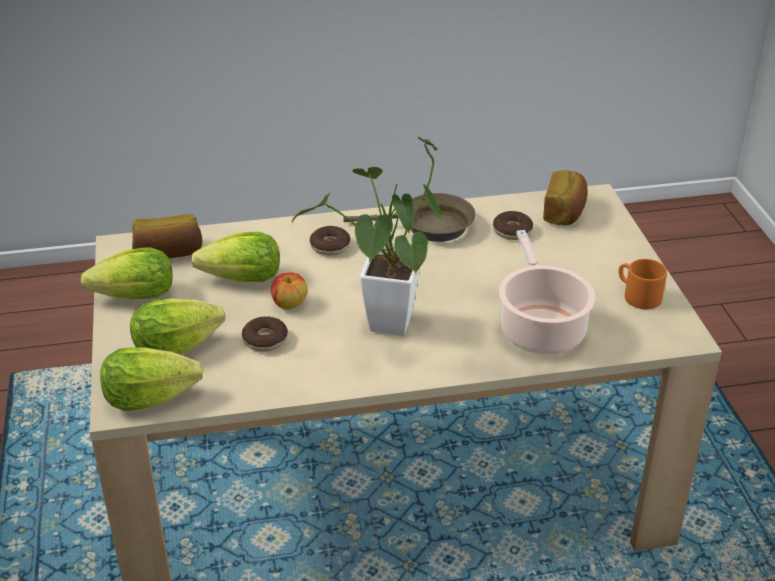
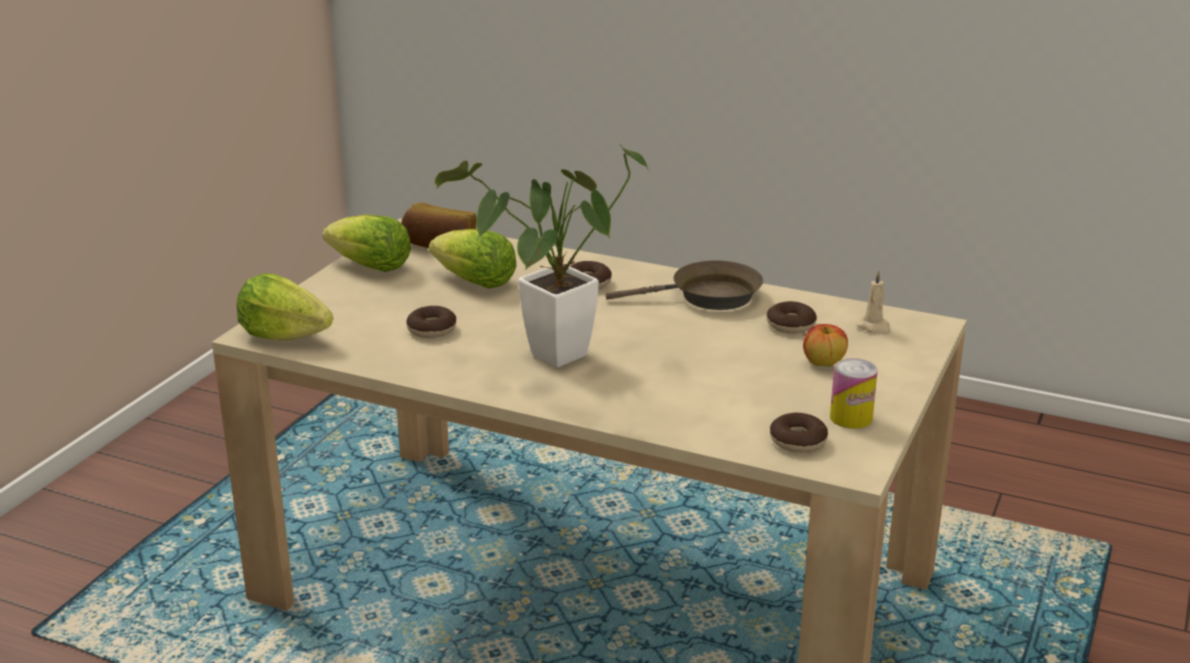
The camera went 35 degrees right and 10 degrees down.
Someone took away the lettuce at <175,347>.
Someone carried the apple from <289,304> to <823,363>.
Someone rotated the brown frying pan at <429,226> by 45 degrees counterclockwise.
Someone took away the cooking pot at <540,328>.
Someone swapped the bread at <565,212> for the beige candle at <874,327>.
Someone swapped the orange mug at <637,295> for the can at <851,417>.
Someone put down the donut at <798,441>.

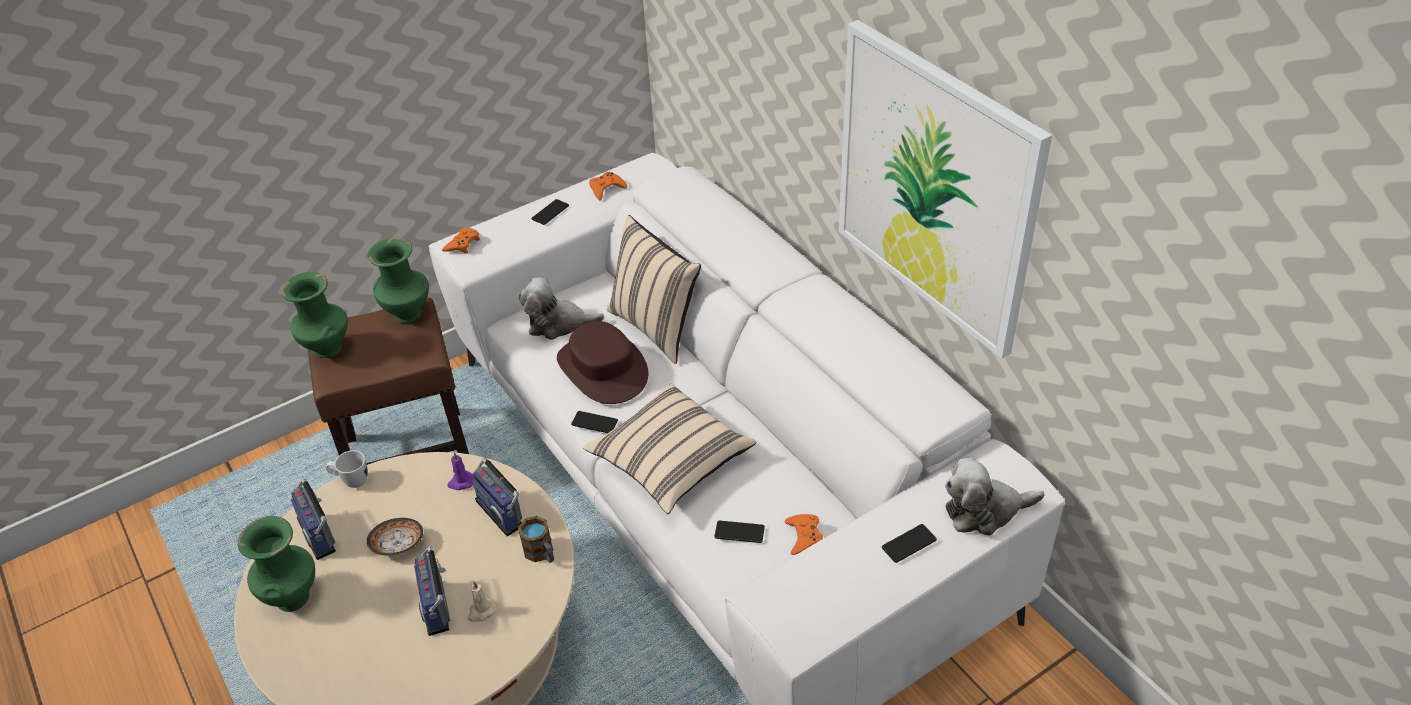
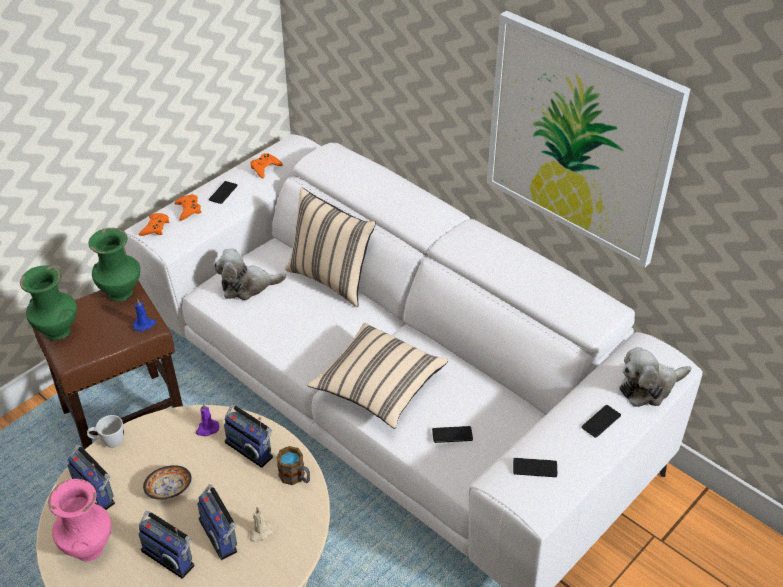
The camera went 15 degrees left and 0 degrees up.
Someone repainted the green vase at <292,596>, which became the pink vase at <88,548>.
Someone took away the brown hat at <603,368>.
Someone carried the phone from <594,423> to <535,468>.
Someone carried the orange game controller from <804,536> to <188,210>.
Someone put down the blue candle at <144,324>.
Someone put down the radio at <170,556>.

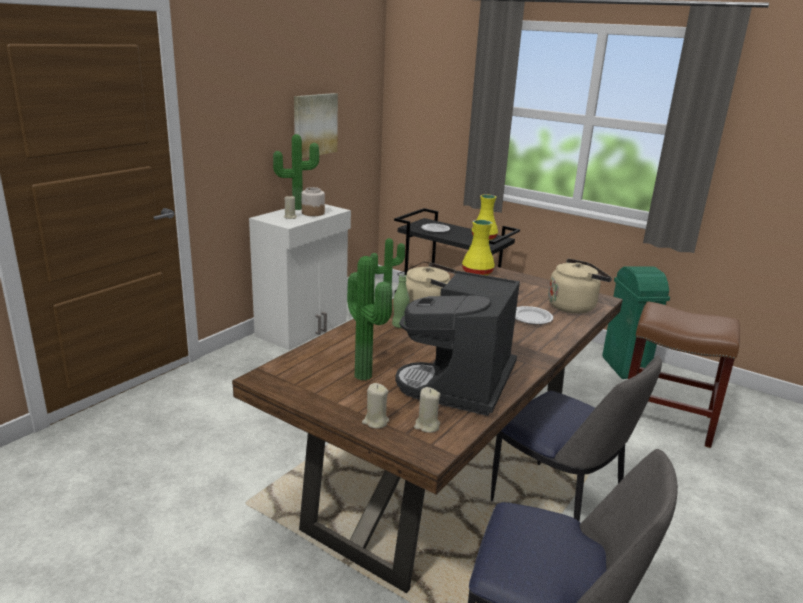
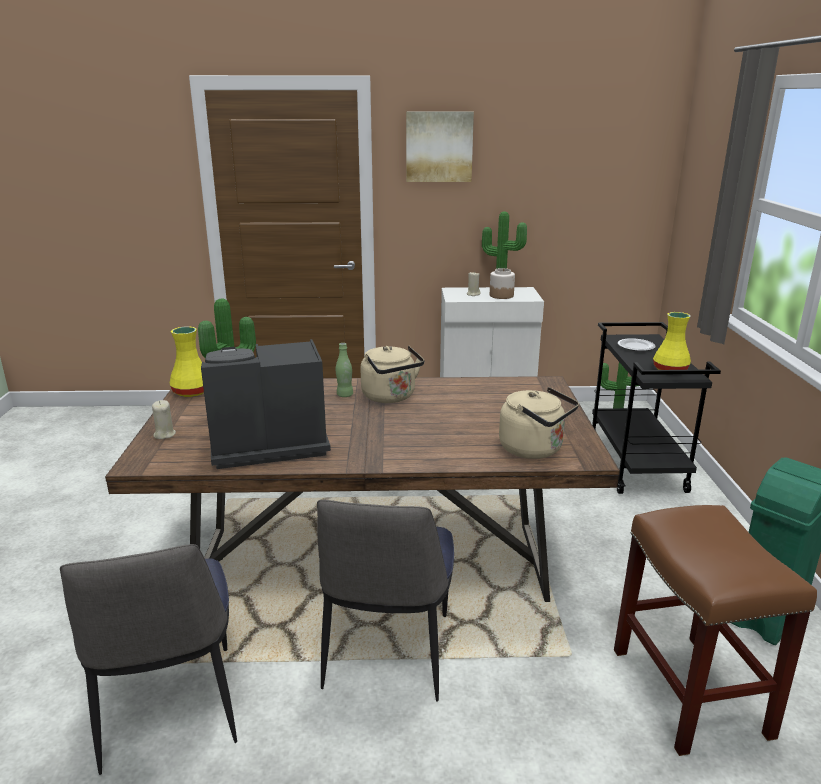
The camera went 55 degrees right and 0 degrees up.
Someone carried the picture from <314,125> to <439,147>.
Someone took away the beige candle at <427,426>.
Someone carried the yellow vase from <478,273> to <192,392>.
Someone took away the plate at <531,318>.

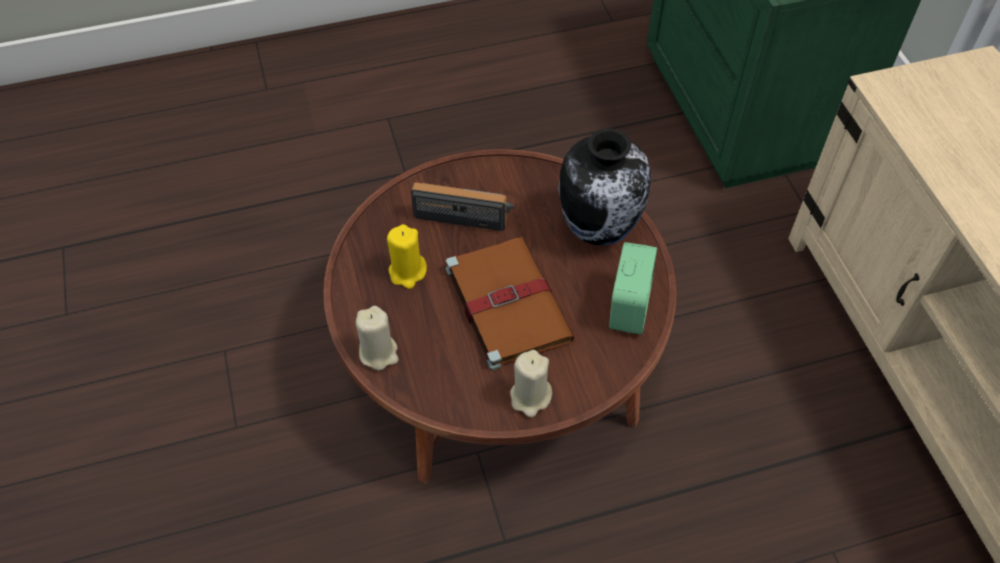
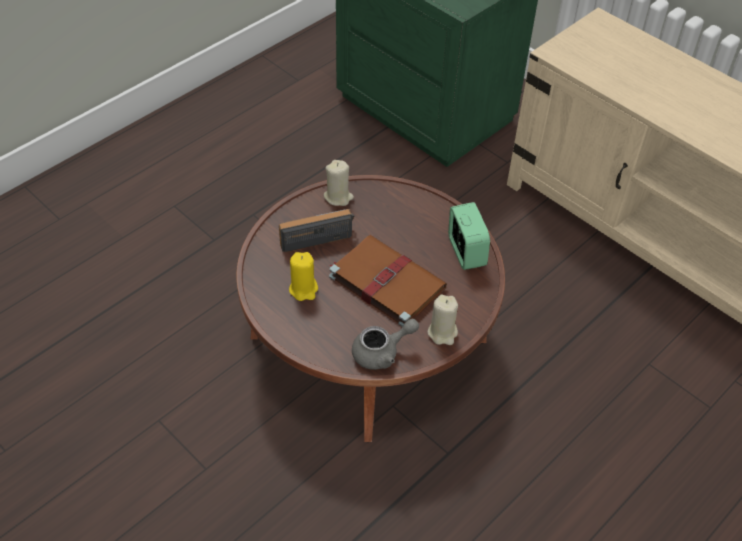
The camera went 30 degrees left and 5 degrees down.
Someone carried the beige candle from <379,352> to <338,197>.
Someone took away the vase at <599,231>.
Someone put down the grey teapot at <382,352>.

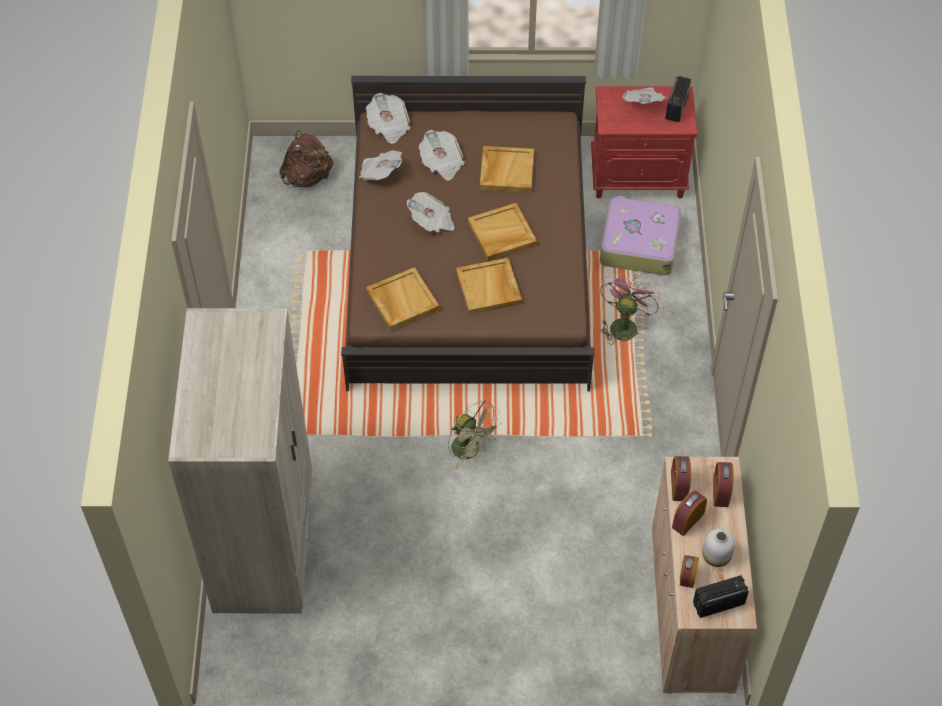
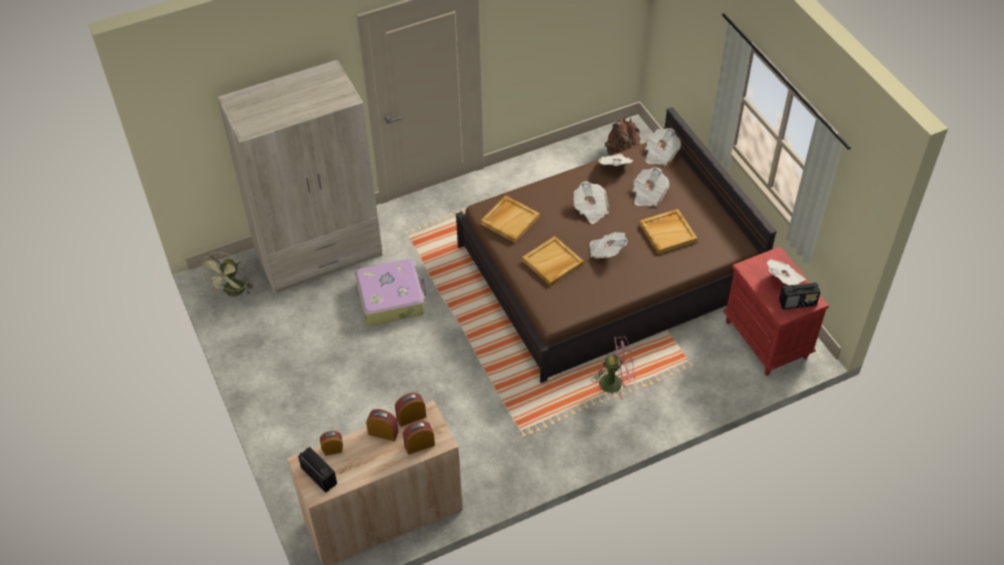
The camera went 65 degrees right and 5 degrees down.
Someone carried the green fan from <471,450> to <233,292>.
Someone swapped the beige tray at <501,234> for the newspaper at <606,251>.
Someone carried the suitcase from <639,243> to <391,298>.
Someone took away the white vase at <715,556>.

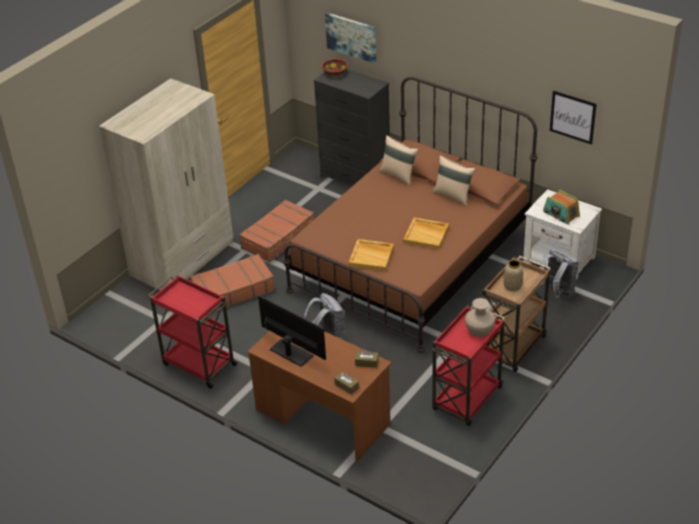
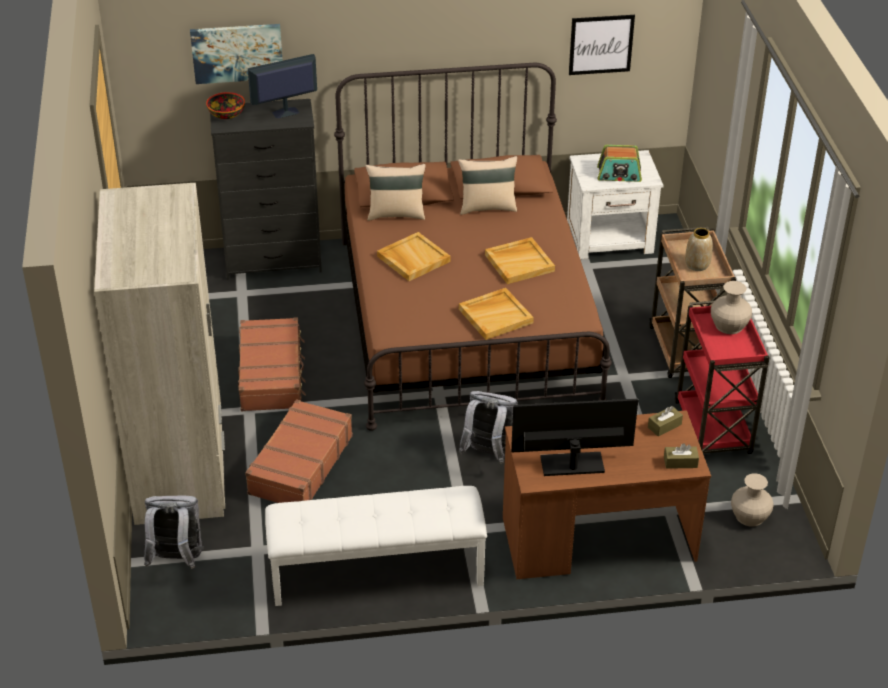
The camera went 45 degrees left and 0 degrees up.
Someone swapped the red cart at <198,364> for the white bench at <376,573>.
Someone carried the grey backpack from <556,294> to <176,559>.
Someone put down the monitor at <285,112>.
Someone put down the beige tray at <412,259>.
Someone put down the beige vase at <749,516>.

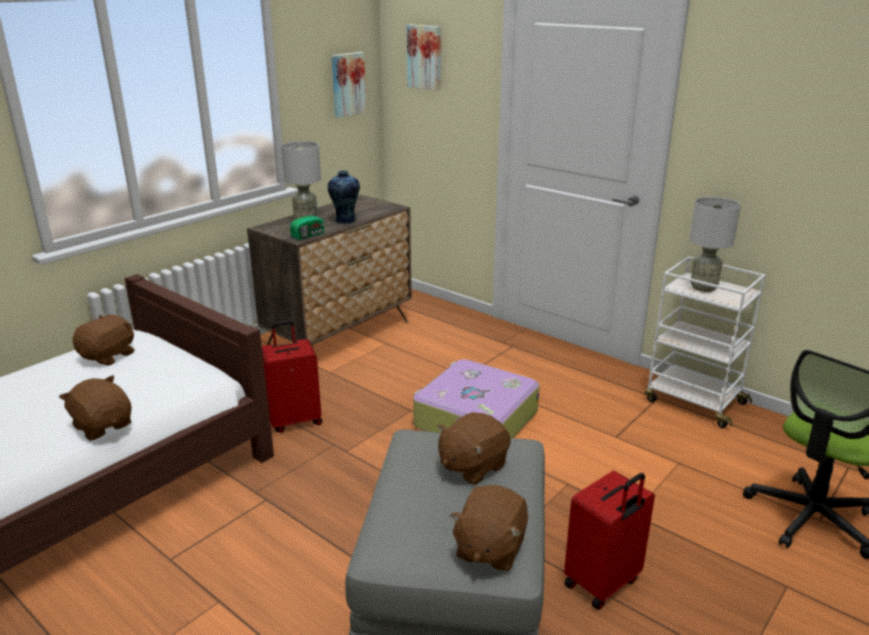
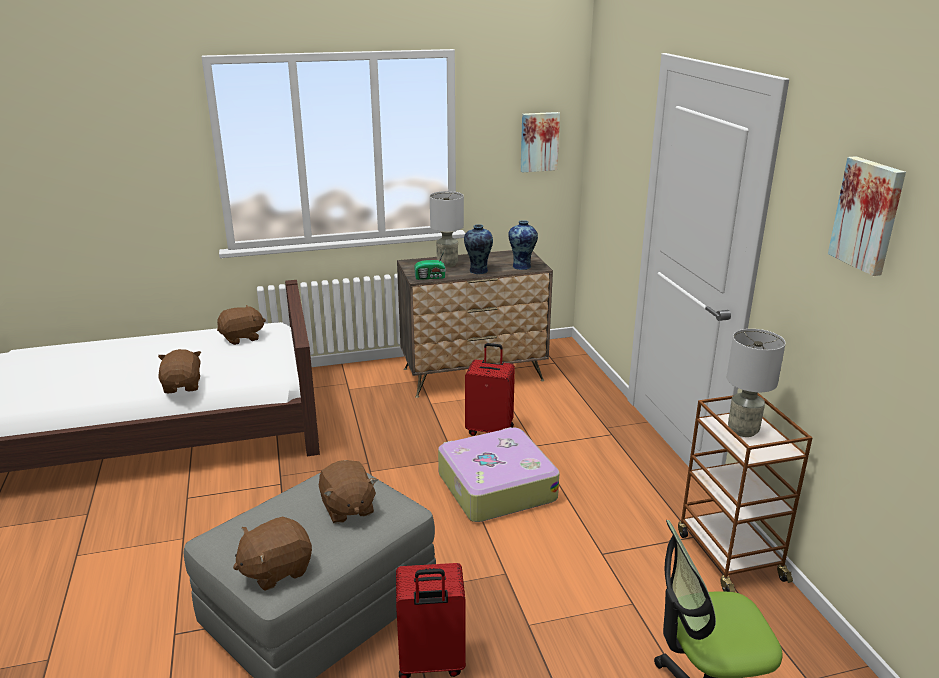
The camera went 35 degrees right and 0 degrees up.
Someone carried the red suitcase from <294,420> to <490,430>.
Someone carried the picture from <425,57> to <868,215>.
Someone rotated the brown plush toy at <472,466> by 105 degrees counterclockwise.
Someone repainted the white cart at <693,401>, which became the brown cart at <729,555>.
Someone put down the vase at <522,266>.

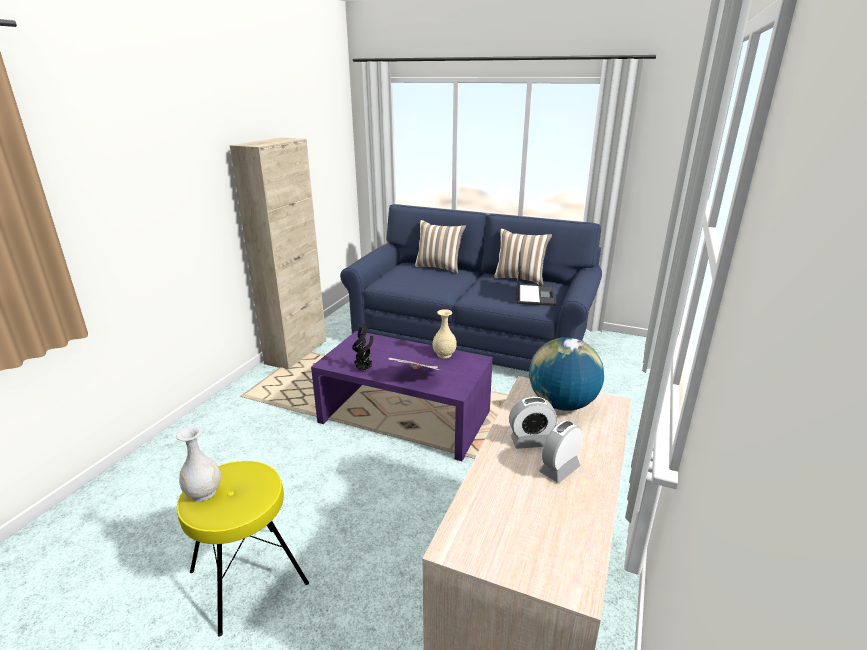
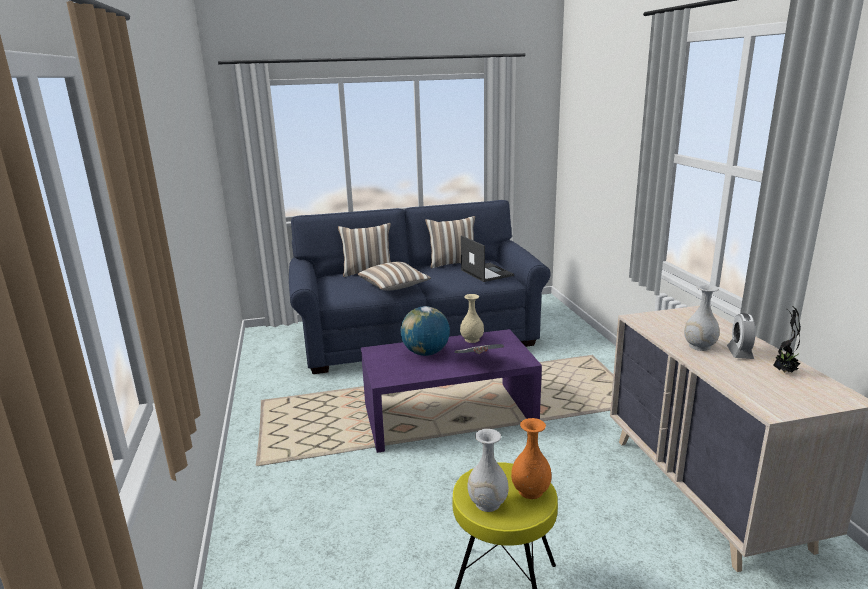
The camera went 35 degrees left and 5 degrees down.
Someone took away the beige cabinet at <296,352>.
Someone carried the potted plant from <364,369> to <784,371>.
Someone swapped the alarm clock at <530,441> for the white vase at <699,346>.
Someone carried the globe from <562,404> to <425,353>.
Someone put down the pillow at <394,287>.
Someone put down the orange vase at <531,491>.

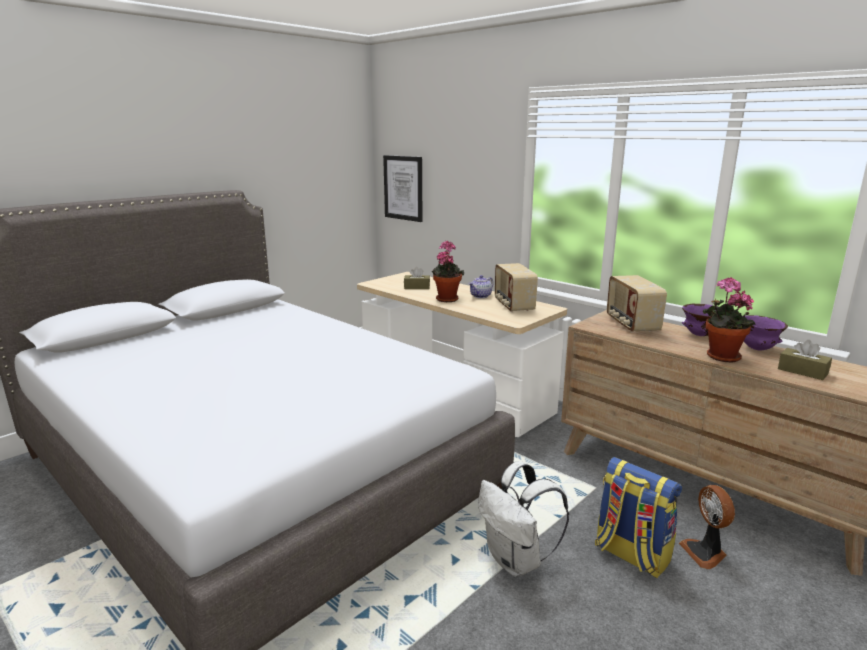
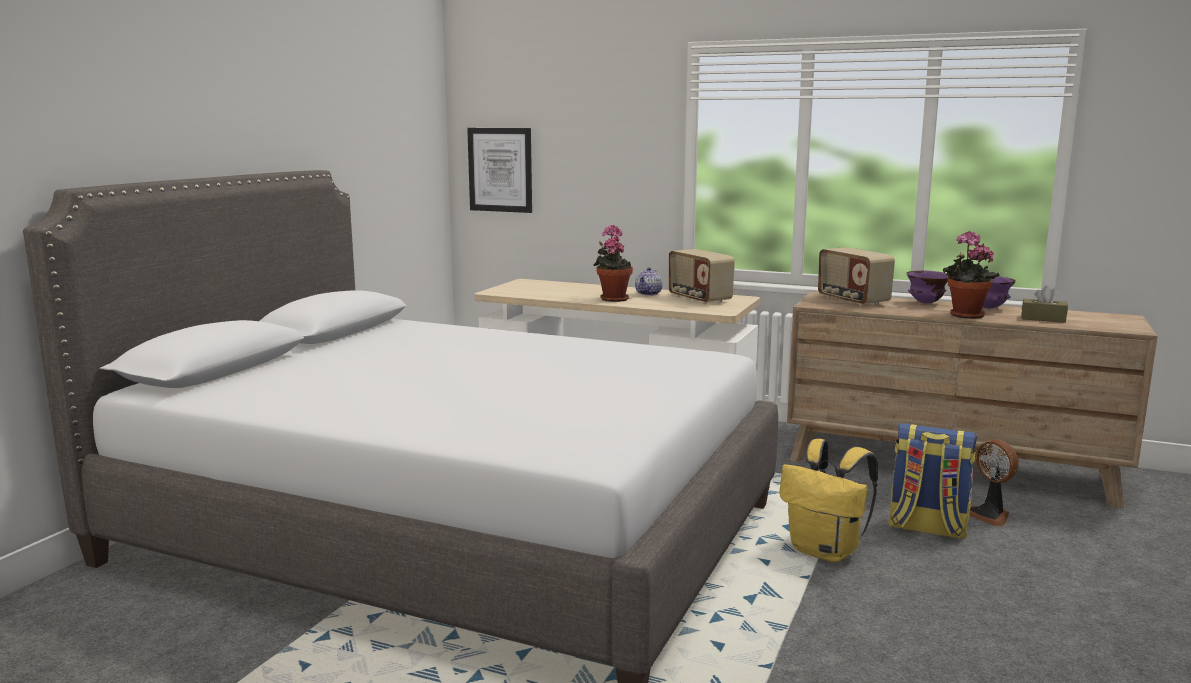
The camera went 20 degrees left and 5 degrees down.
Someone took away the brown tissue box at <417,287>.
Someone repainted the white backpack at <517,561>, which became the yellow backpack at <826,552>.

